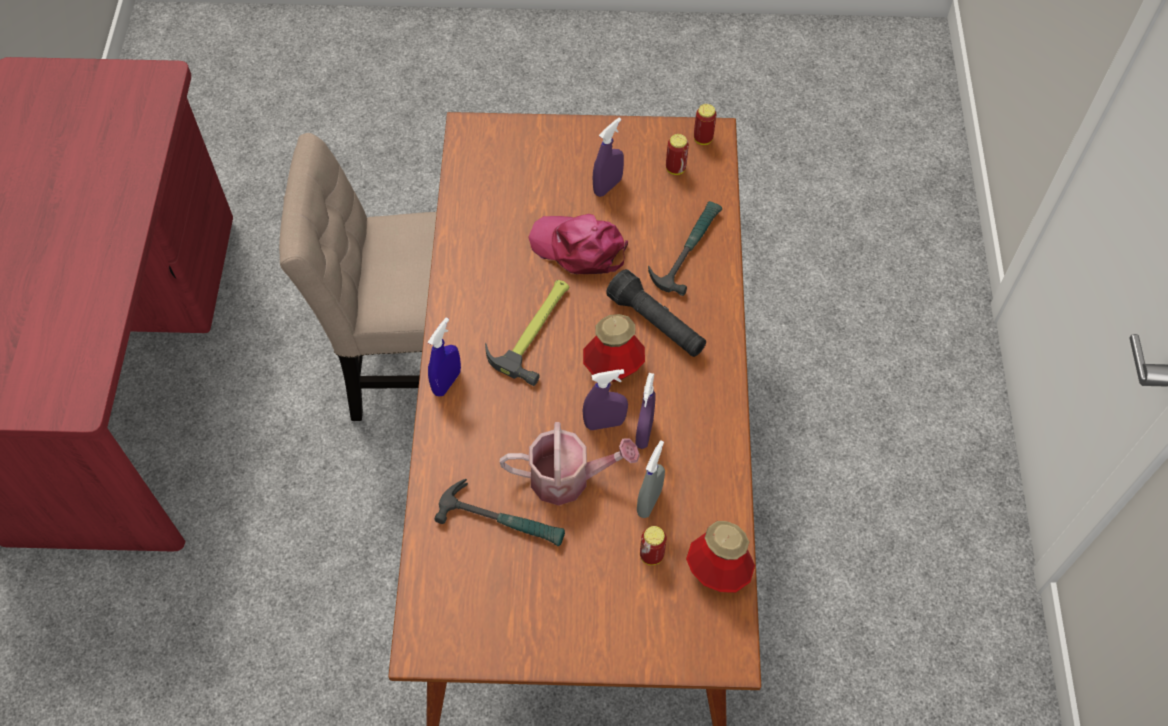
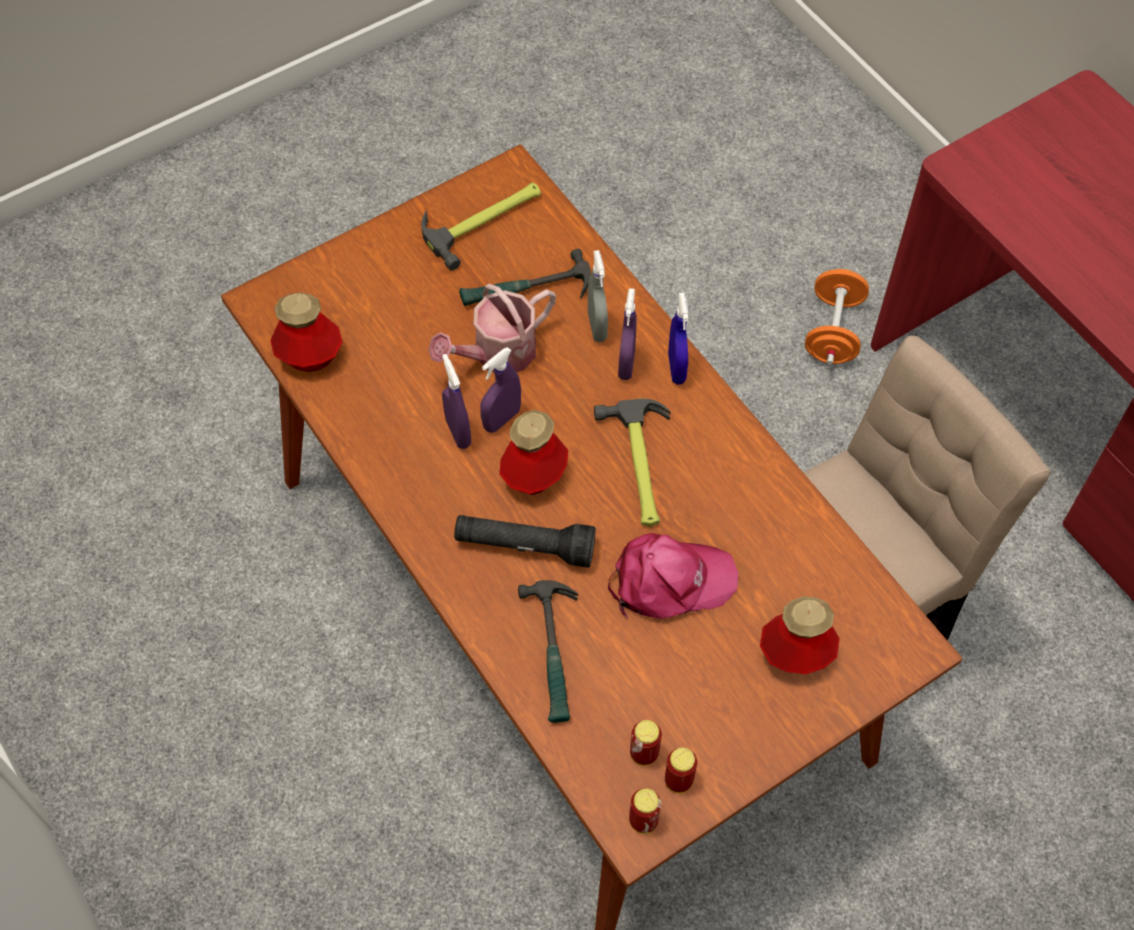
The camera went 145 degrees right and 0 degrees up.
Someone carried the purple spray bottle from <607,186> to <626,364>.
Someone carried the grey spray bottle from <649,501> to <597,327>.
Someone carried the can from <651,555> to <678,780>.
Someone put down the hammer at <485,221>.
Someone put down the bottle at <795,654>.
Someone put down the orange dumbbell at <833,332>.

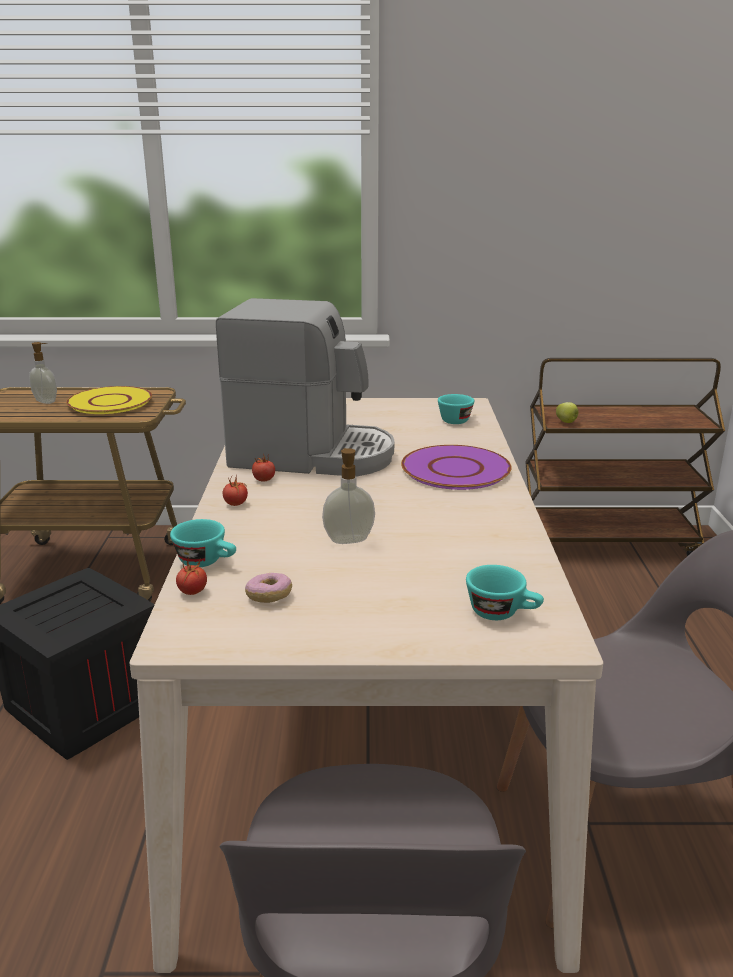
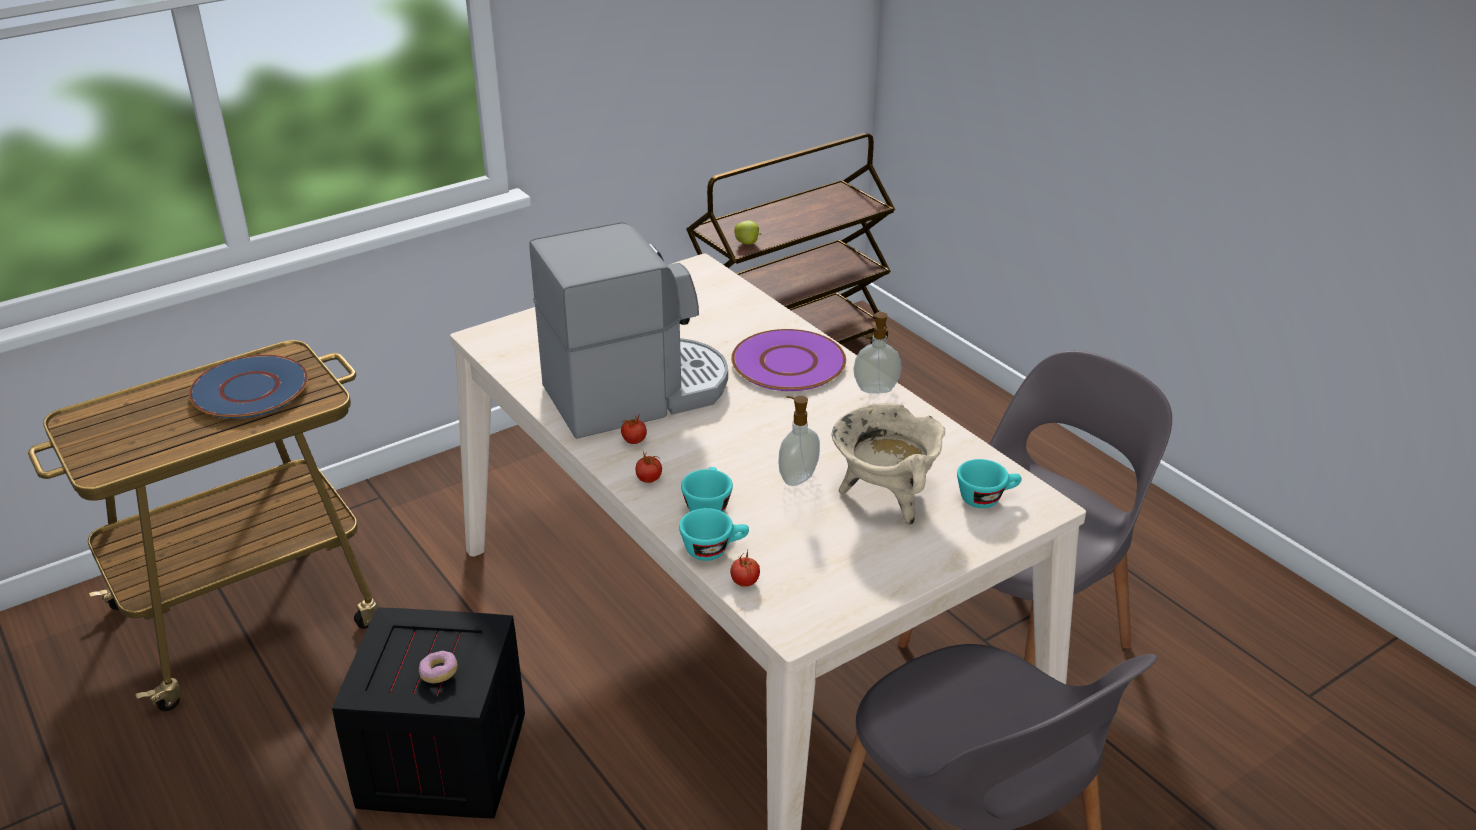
The camera went 35 degrees left and 10 degrees up.
Someone carried the soap dispenser from <46,401> to <875,389>.
Someone repainted the yellow plate at <109,402>, which became the blue plate at <249,389>.
Someone carried the donut from <269,596> to <439,673>.
Someone carried the turquoise cup from <457,420> to <707,505>.
Someone put down the beige cooking pot at <885,497>.

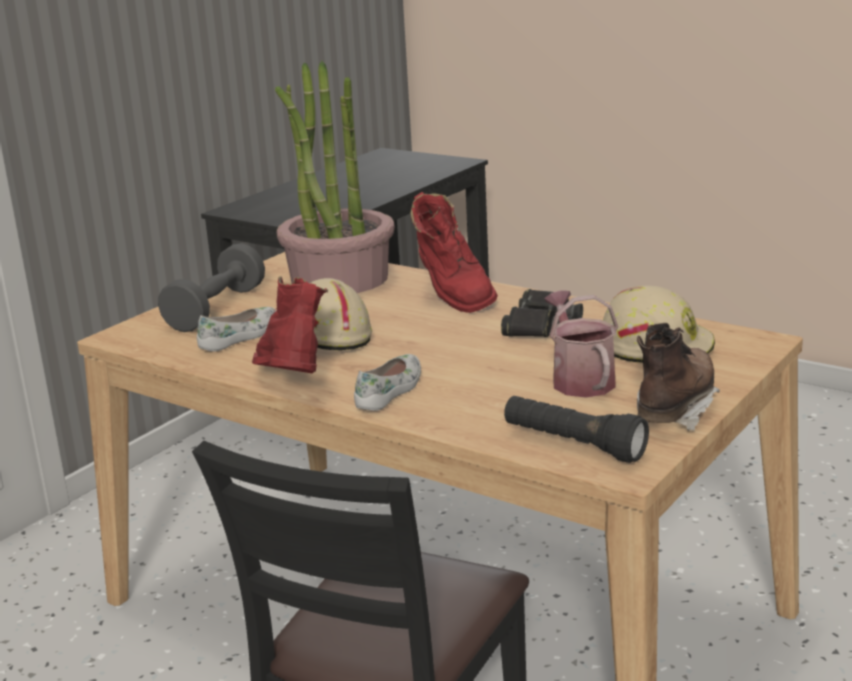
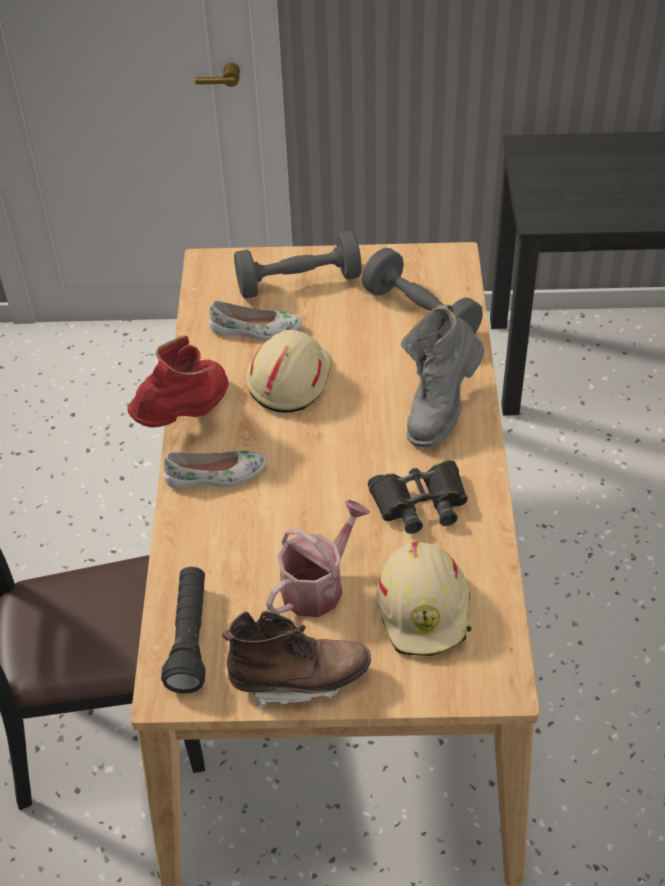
The camera went 55 degrees right and 25 degrees up.
Someone swapped the potted plant at <339,279> for the grey dumbbell at <420,314>.
Someone repainted the red boot at <452,296>, which became the grey boot at <440,408>.

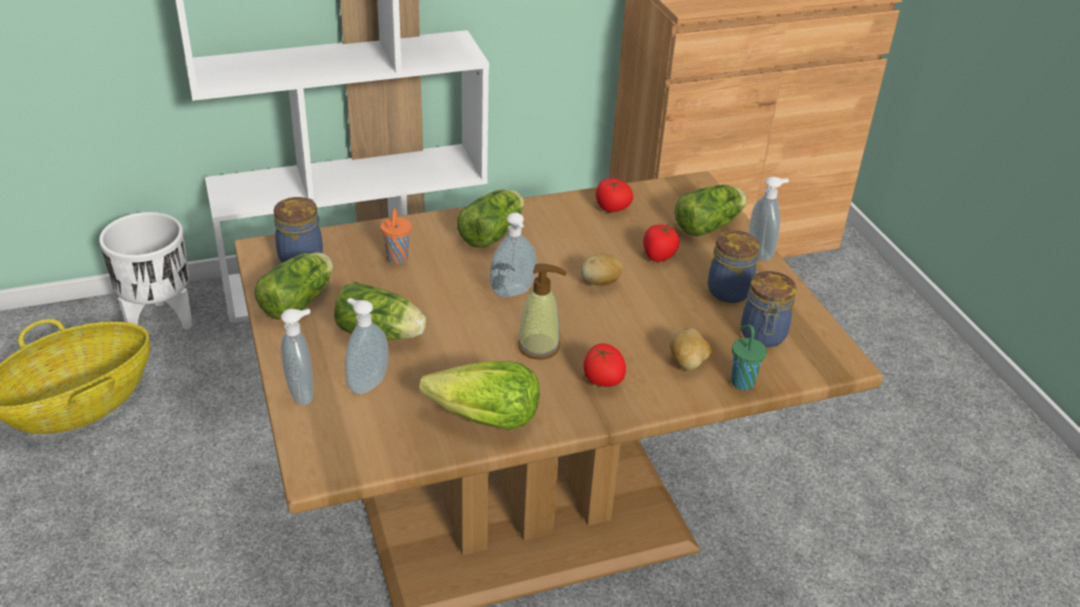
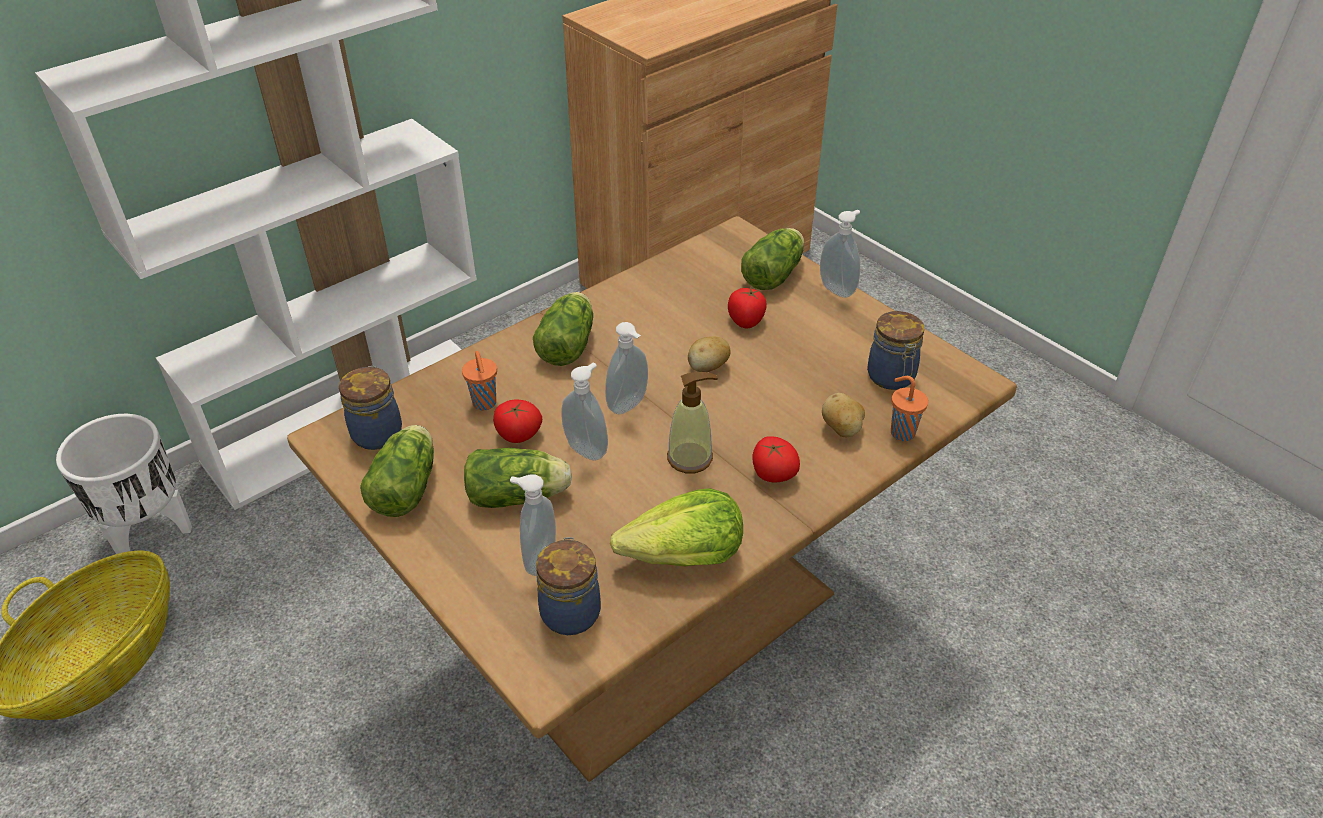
The camera went 20 degrees left and 5 degrees up.
Someone carried the soap dispenser from <303,393> to <588,449>.
Someone carried the tomato from <611,208> to <518,435>.
Someone carried the jar from <729,290> to <571,611>.
Someone repainted the green cup at <741,381>, which became the orange cup at <901,432>.

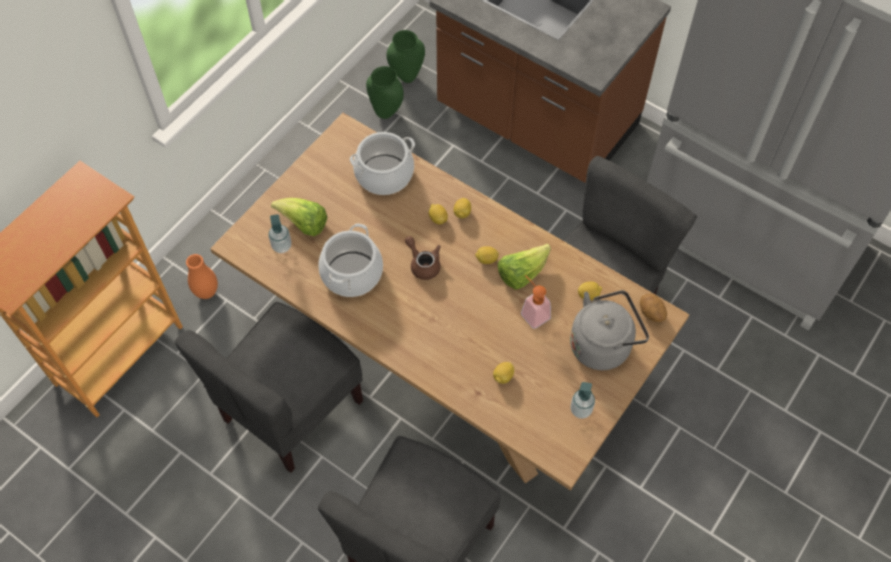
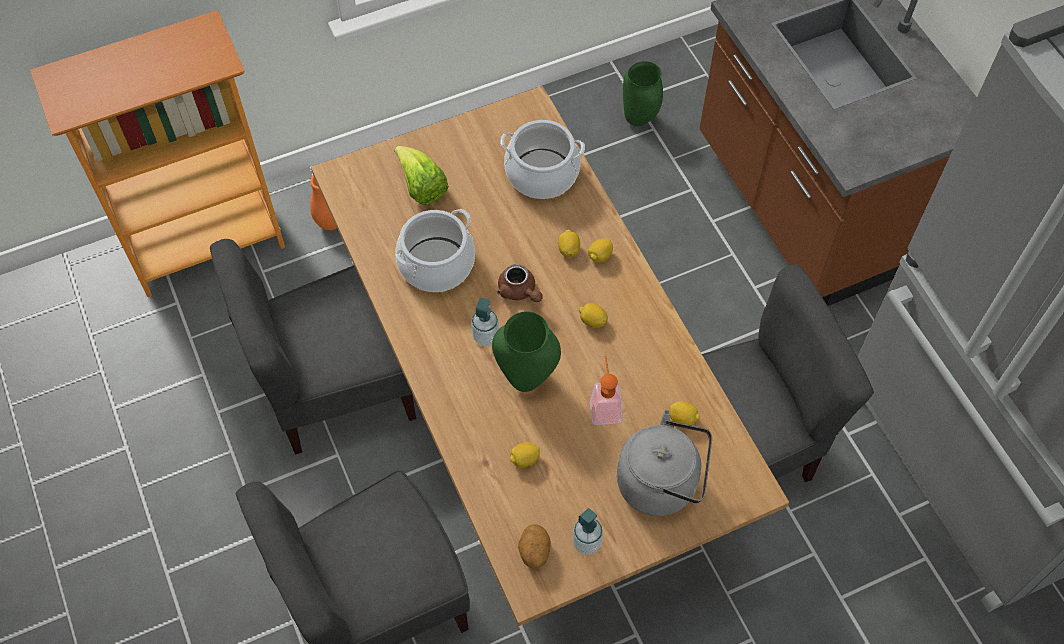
The camera went 30 degrees right and 0 degrees up.
Someone carried the soap dispenser from <281,246> to <485,337>.
Someone carried the green vase from <407,78> to <526,379>.
Someone rotated the brown teapot at <423,264> by 150 degrees clockwise.
Someone took away the lettuce at <522,273>.
Someone carried the potato from <650,313> to <534,552>.

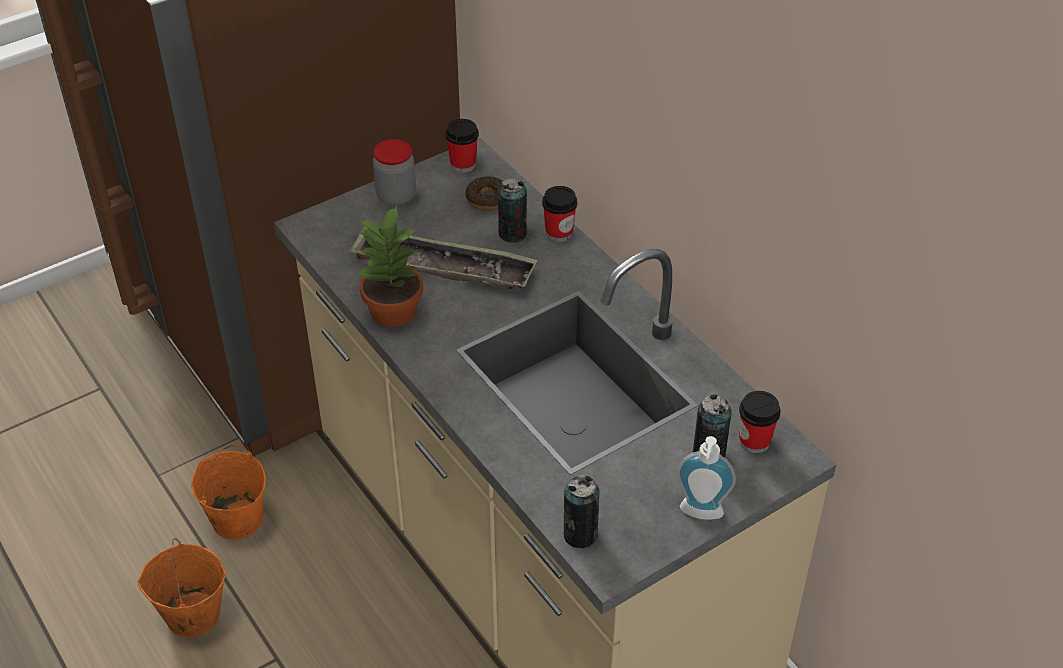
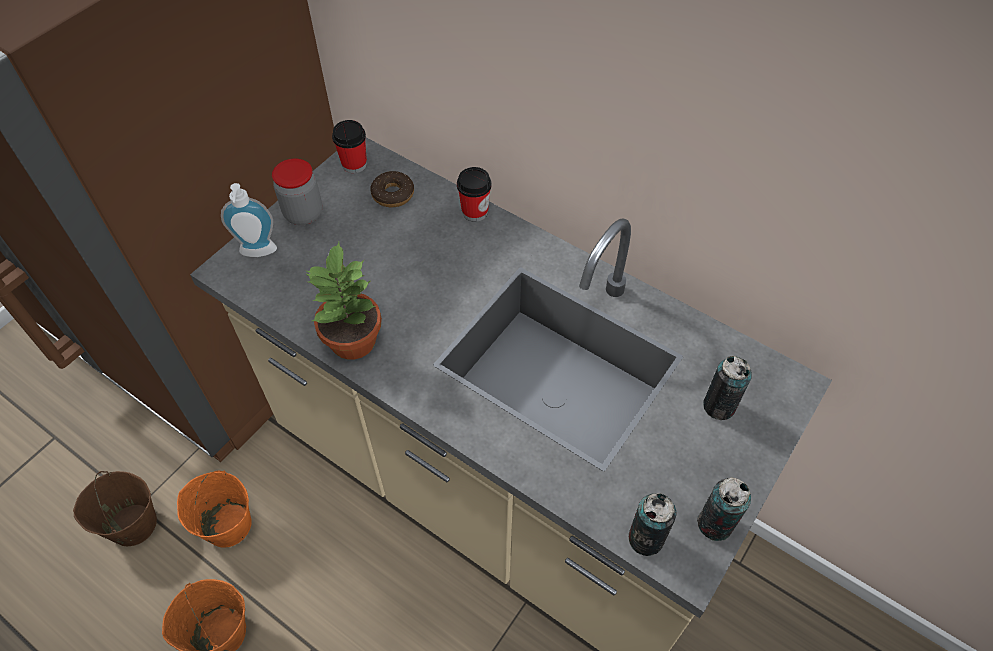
The camera went 20 degrees left and 10 degrees up.
Someone took away the tray at <443,267>.
Someone carried the can from <512,234> to <715,524>.
Someone carried the soap dispenser from <700,515> to <258,253>.
Someone took away the cup at <754,441>.
Someone put down the brown bucket at <132,525>.

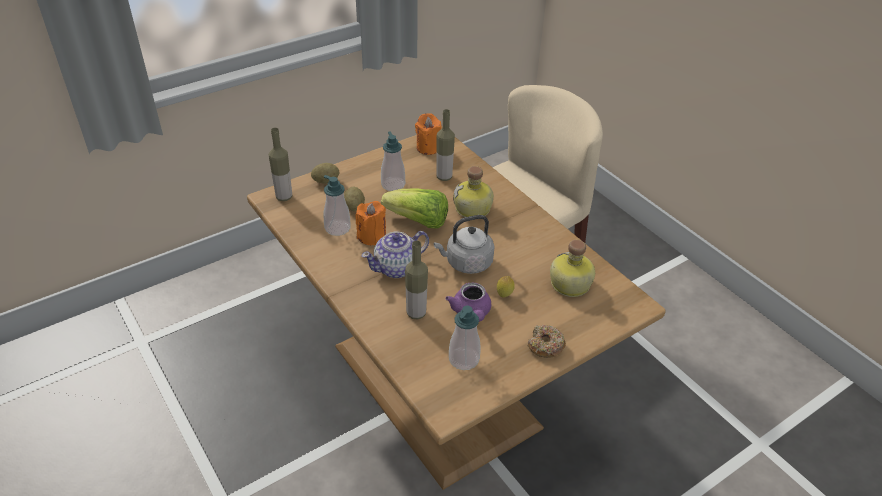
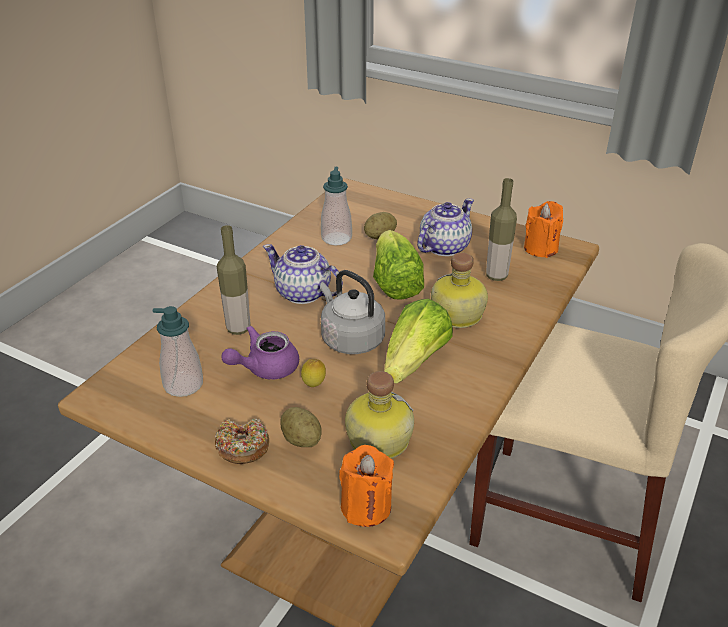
The camera went 65 degrees right and 5 degrees down.
Someone took away the bottle at <284,197>.
Someone carried the potato from <326,181> to <301,440>.
Someone carried the orange candle from <372,236> to <366,507>.
Someone swapped the soap dispenser at <393,185> for the teapot at <443,247>.
Someone put down the lettuce at <415,362>.

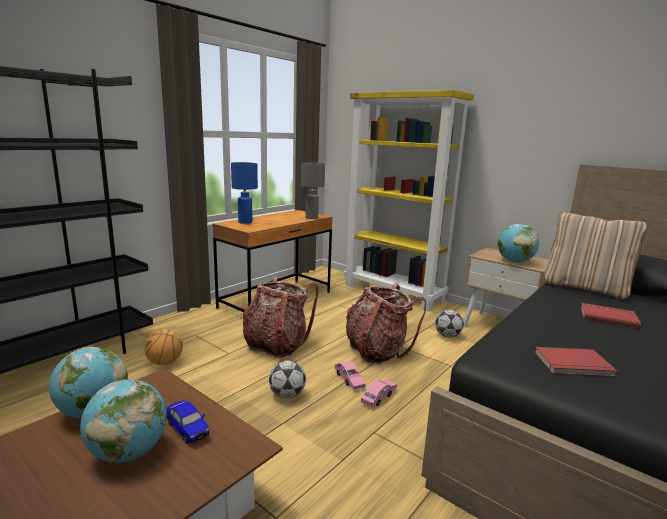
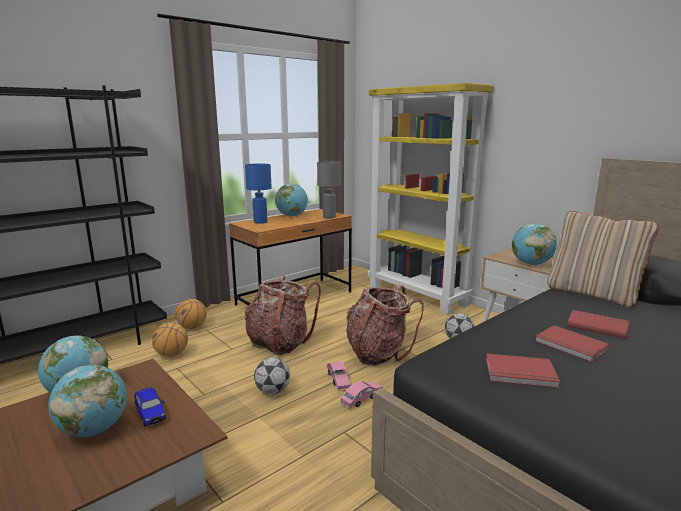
The camera went 10 degrees right and 0 degrees up.
Someone put down the basketball at <192,327>.
Someone put down the globe at <292,216>.
Someone put down the red book at <570,346>.

